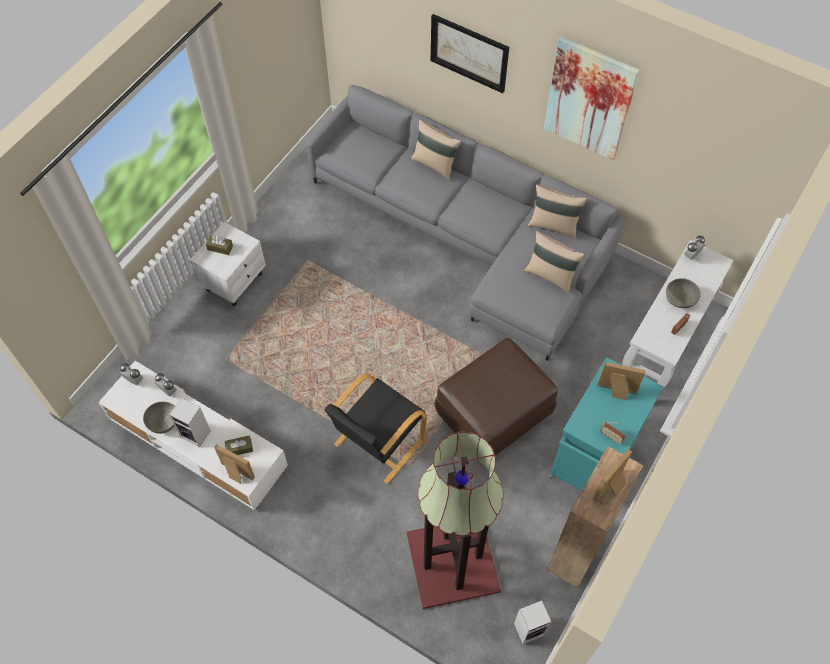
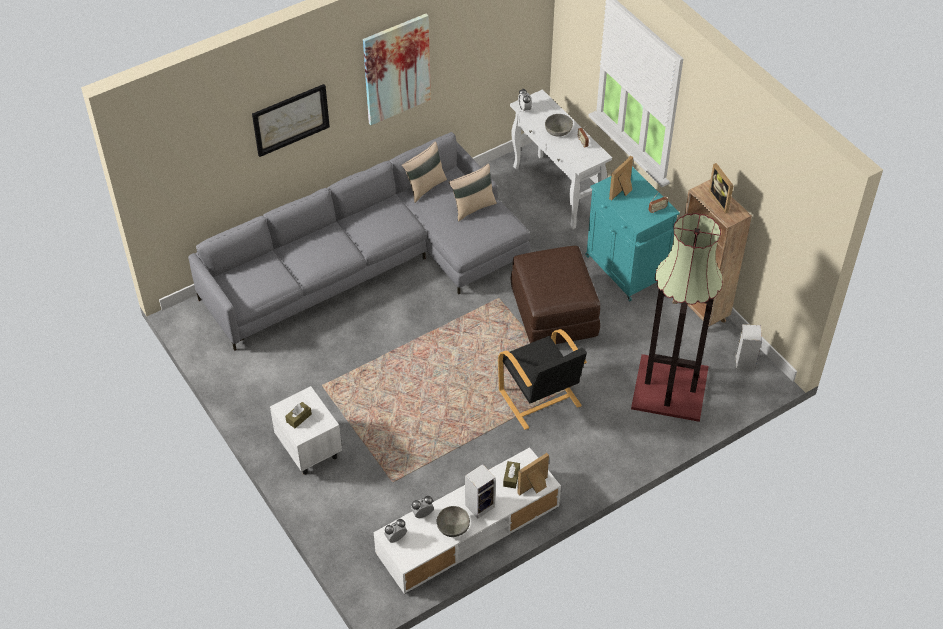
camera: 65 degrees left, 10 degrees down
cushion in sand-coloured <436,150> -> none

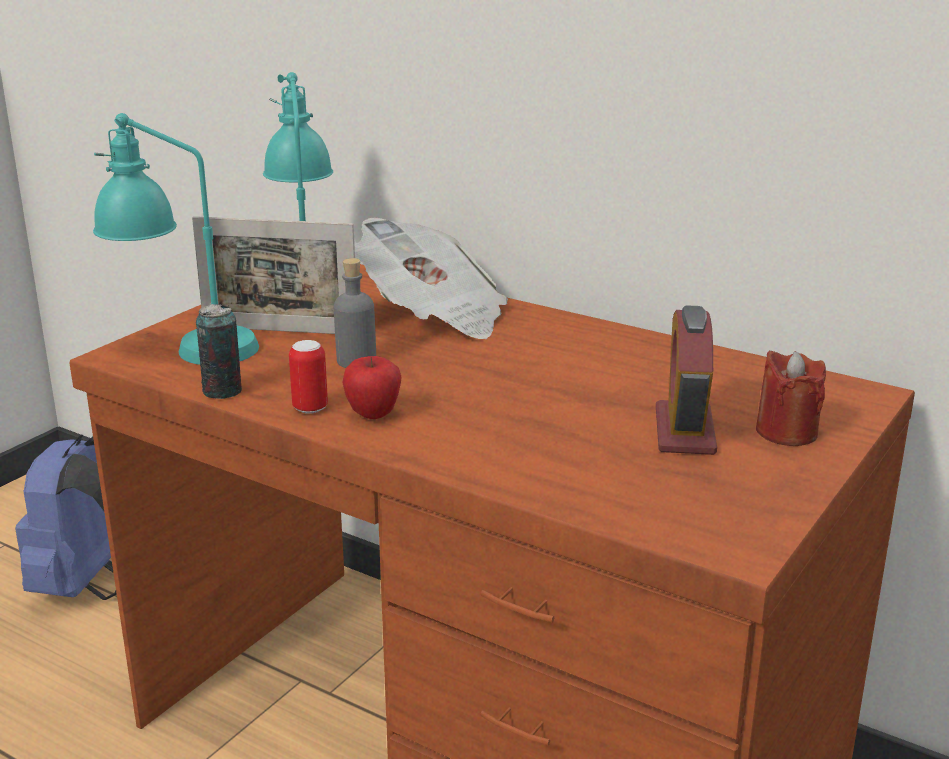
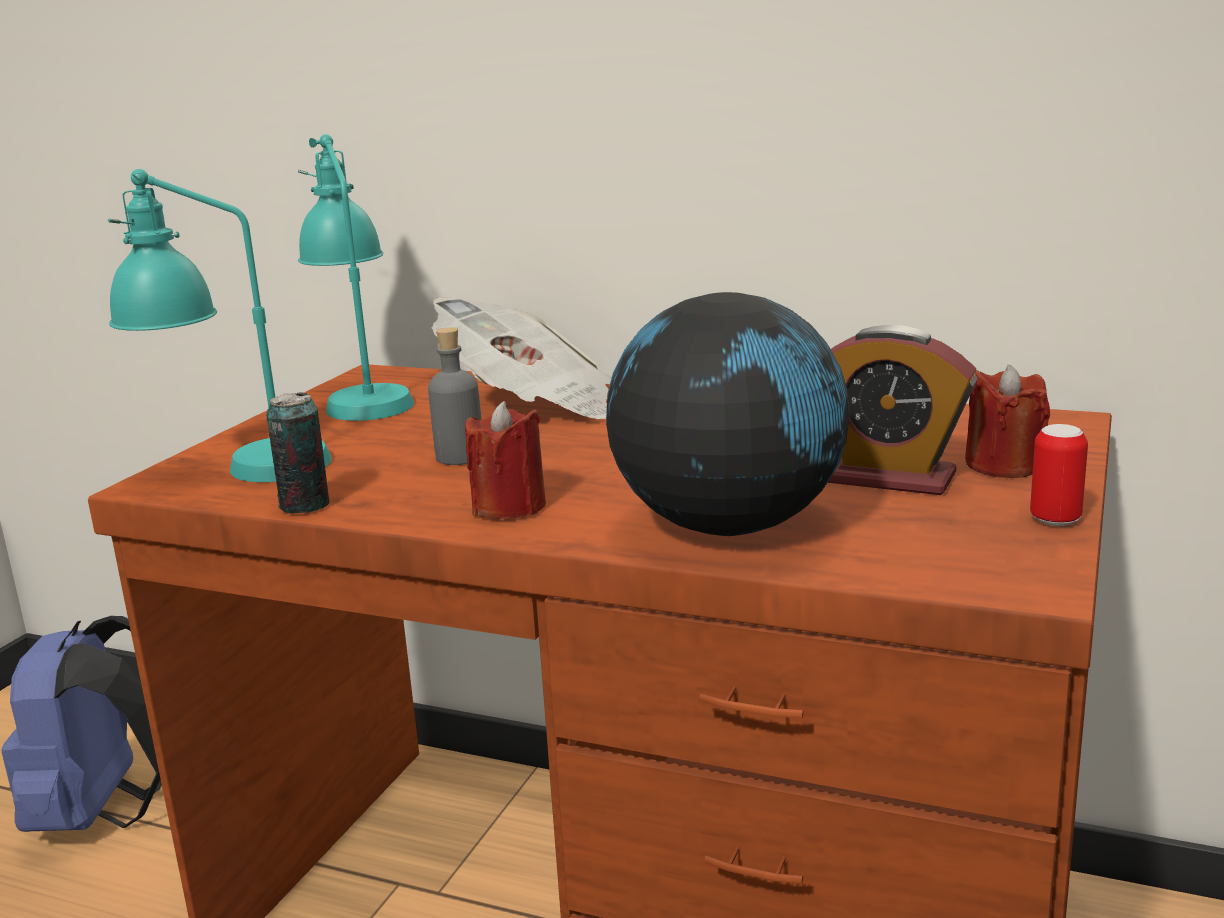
camera: 10 degrees left, 5 degrees down
standing frame <273,275> -> none
none -> desk globe <728,414>
can <308,377> -> can <1059,475>, shifted
whole apple <371,387> -> wax light in red-coloured <505,460>
table clock <686,380> -> table clock <902,410>, 60 degrees counterclockwise

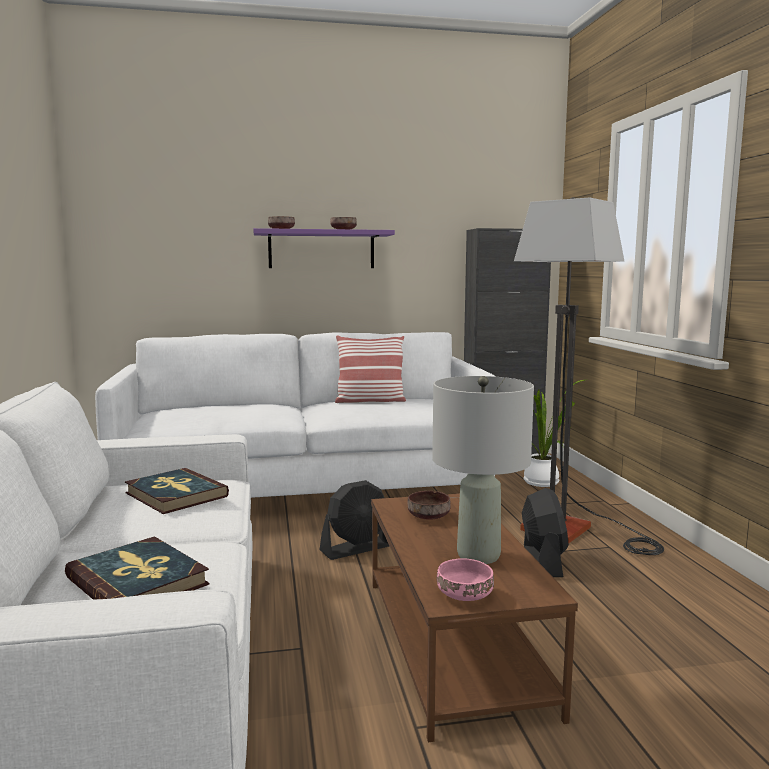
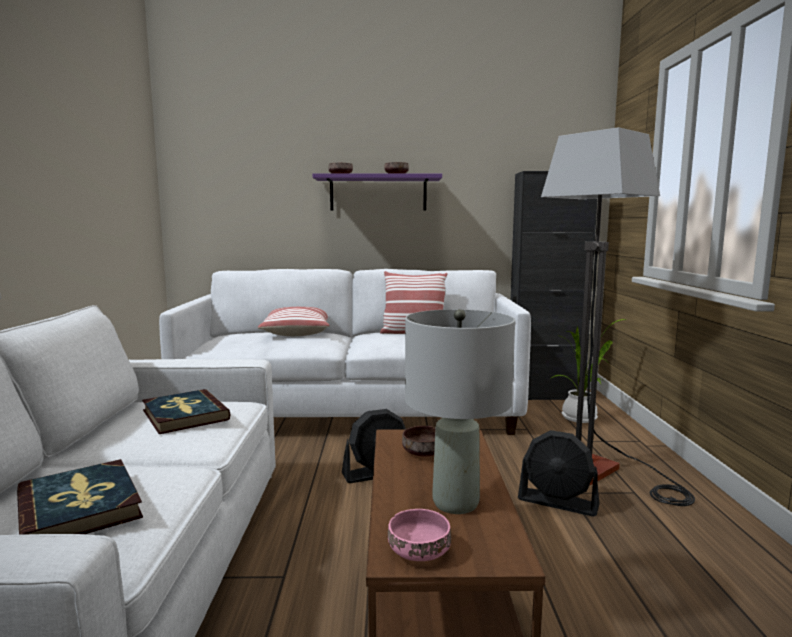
camera: 10 degrees right, 0 degrees up
none -> cushion <294,321>
fan in blackish <545,532> -> fan in blackish <559,473>, 105 degrees clockwise

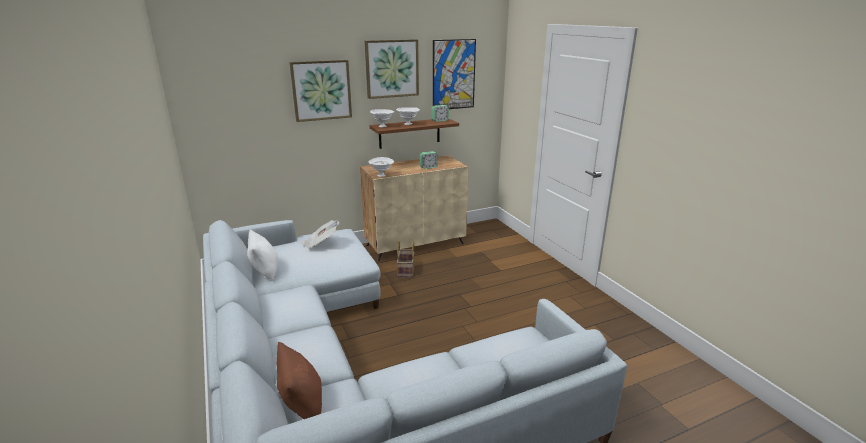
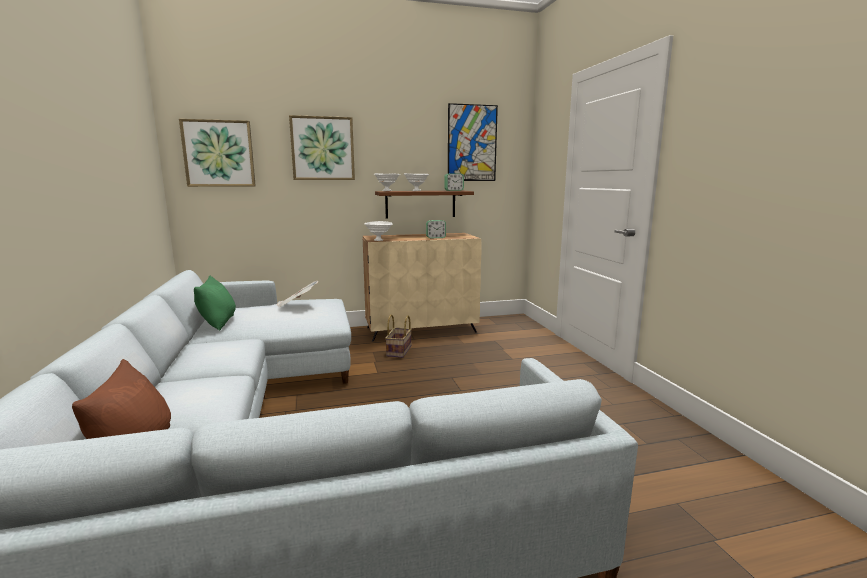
camera: 10 degrees right, 10 degrees down
wall picture <392,69> -> wall picture <217,153>, shifted
cushion in white-coloured <262,254> -> cushion in green <215,303>

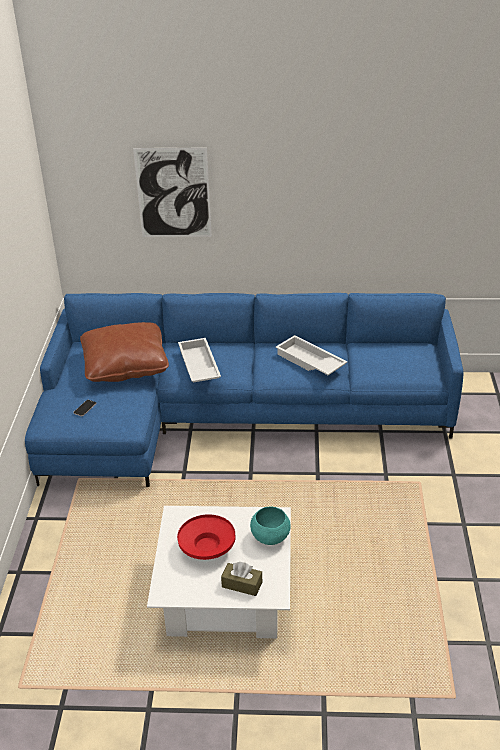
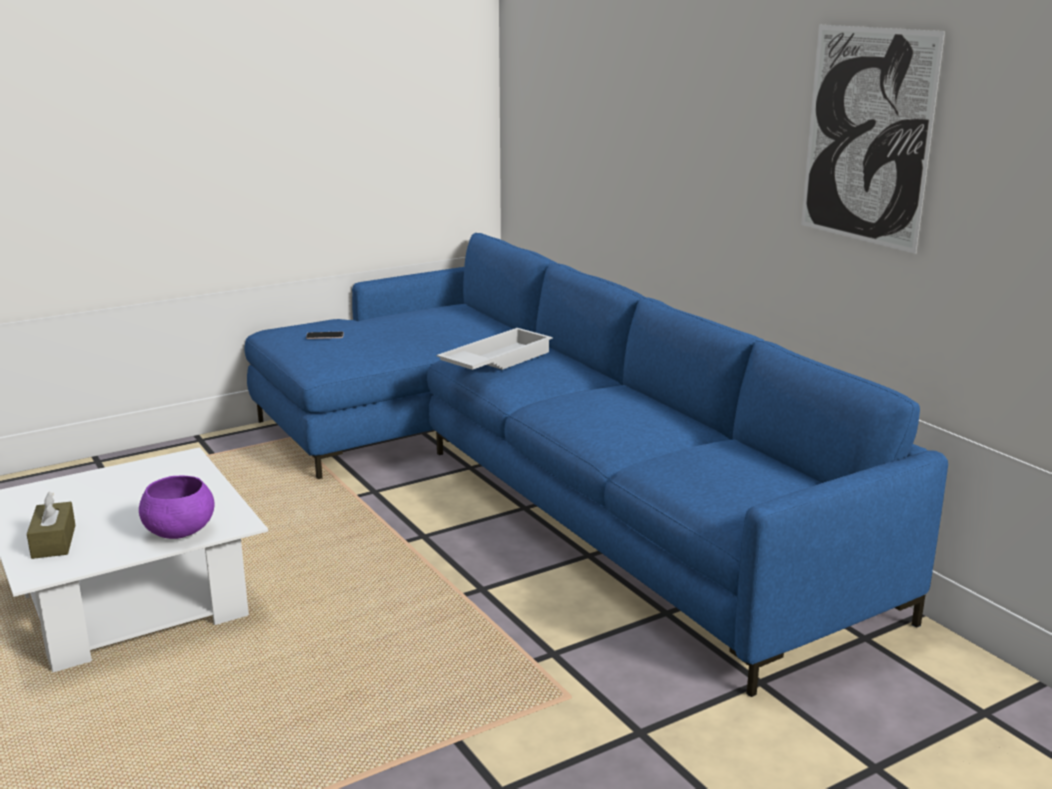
camera: 55 degrees right, 15 degrees down
cushion in brown-coloured <124,352> -> none
serving bowl in red-coloured <206,537> -> none
serving tray in white-coloured <311,355> -> none
wall picture <172,192> -> wall picture <873,139>, shifted
serving bowl in blue-green <270,526> -> serving bowl in purple-coloured <177,507>

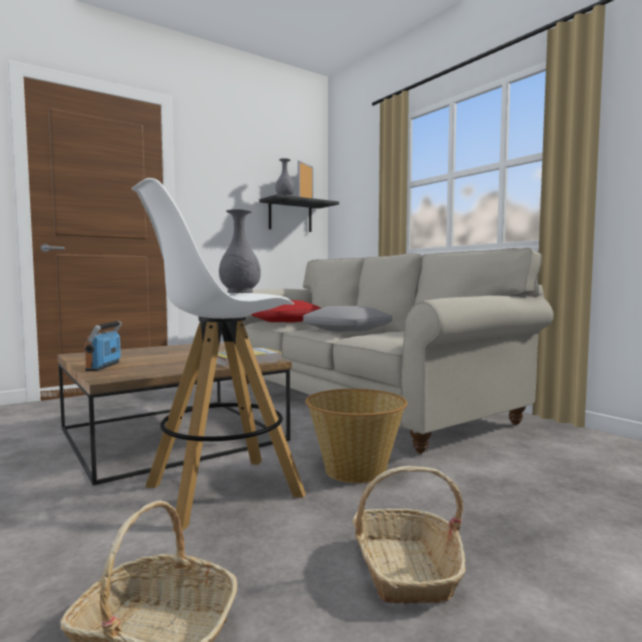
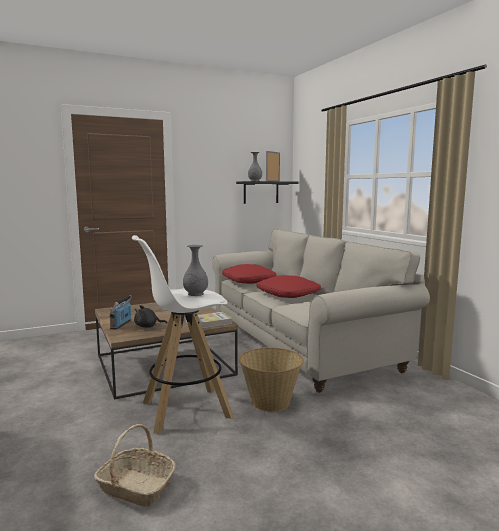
camera: 10 degrees right, 5 degrees up
storage basket <409,535> -> none
none -> plush toy in blackish <150,316>
cushion in grey <347,319> -> cushion in red-coloured <289,286>

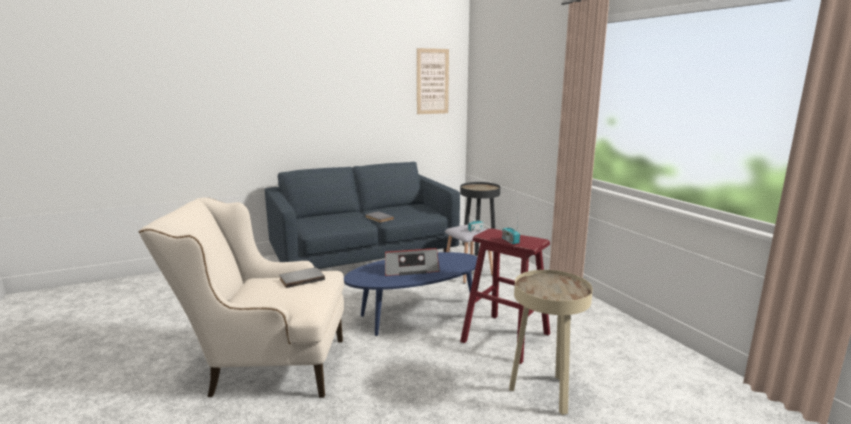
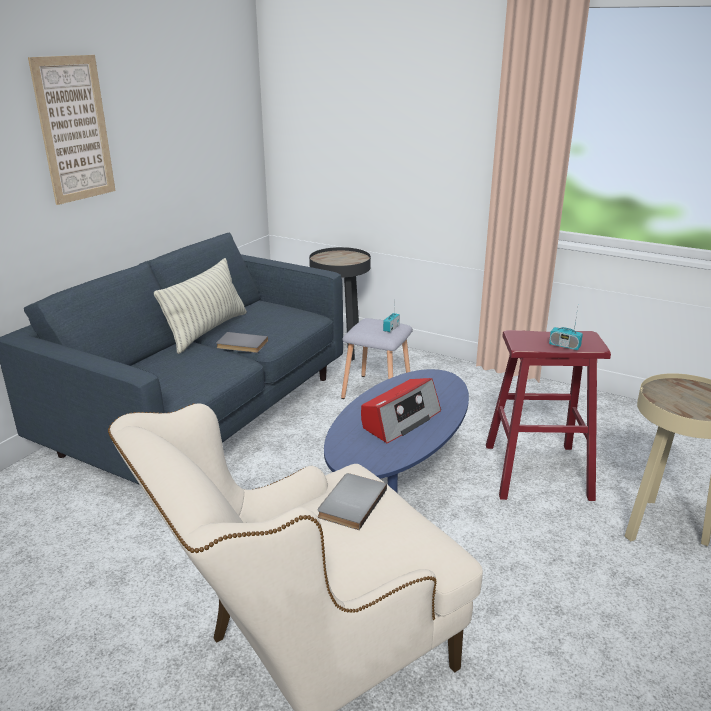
camera: 35 degrees left, 10 degrees up
none -> cushion <200,306>
wall picture <433,81> -> wall picture <72,130>, shifted

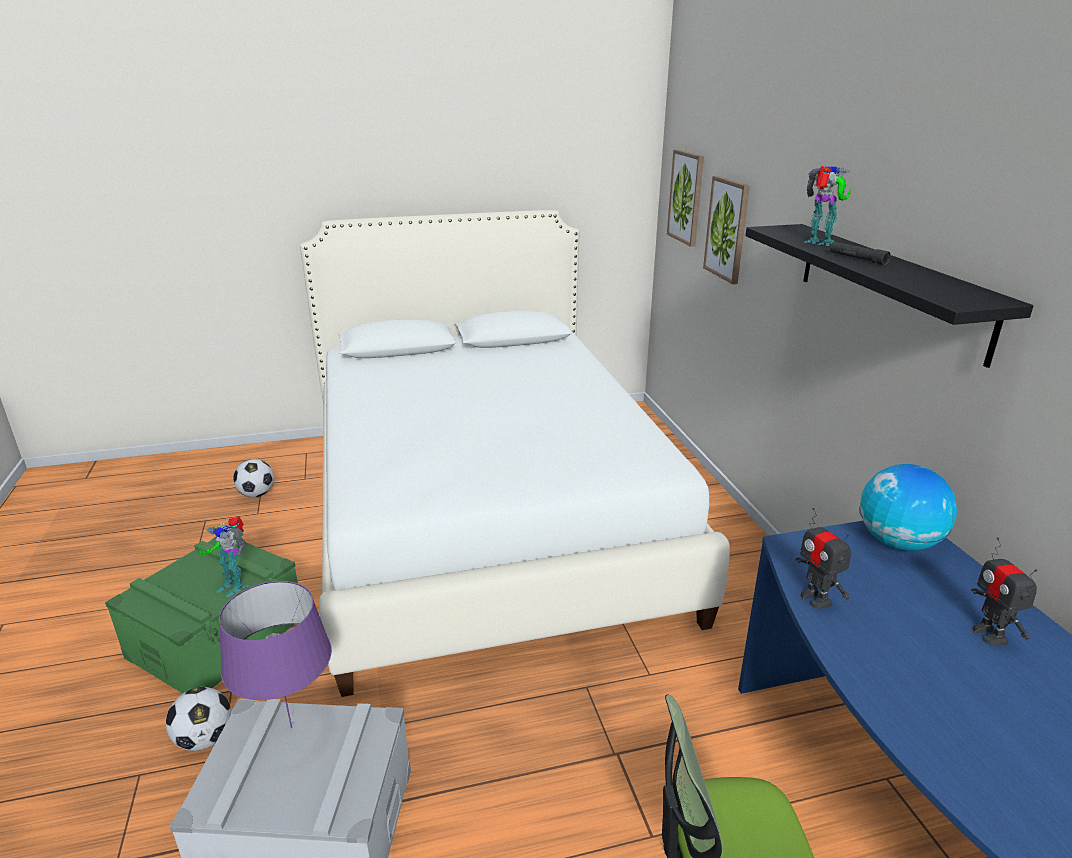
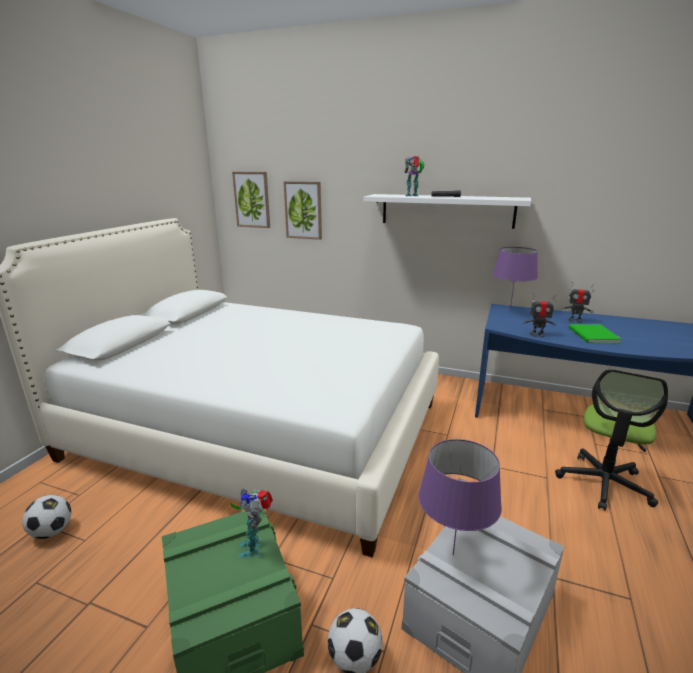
camera: 55 degrees left, 5 degrees down
none -> volume in green <595,333>
desk globe <908,507> -> table lamp in purple-coloured <515,279>
wall shelf in blackish <889,296> -> wall shelf in white-coloured <447,211>
model robot <224,556> -> model robot <252,523>, 105 degrees clockwise

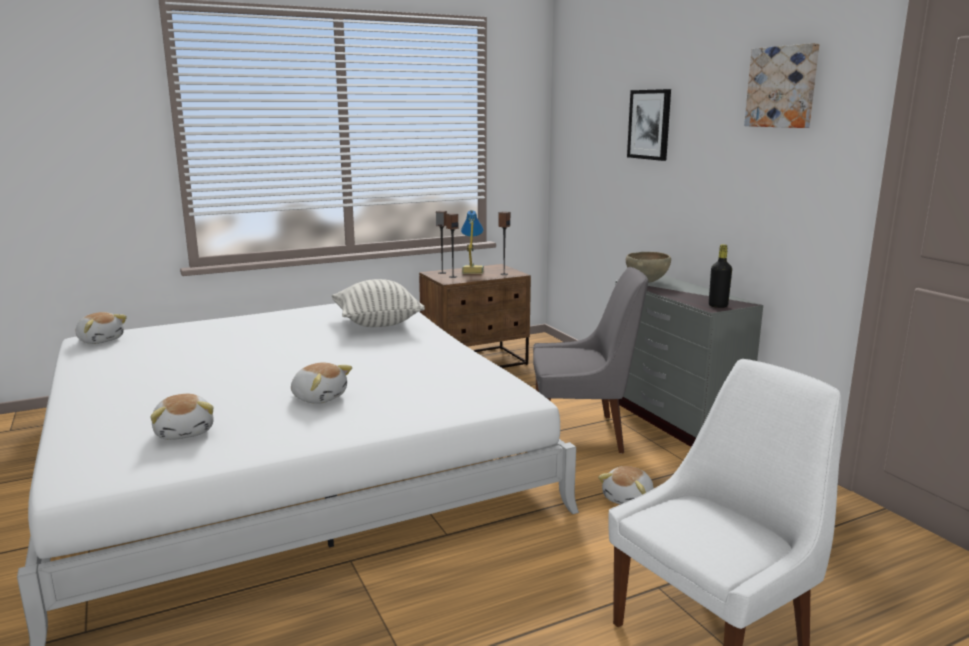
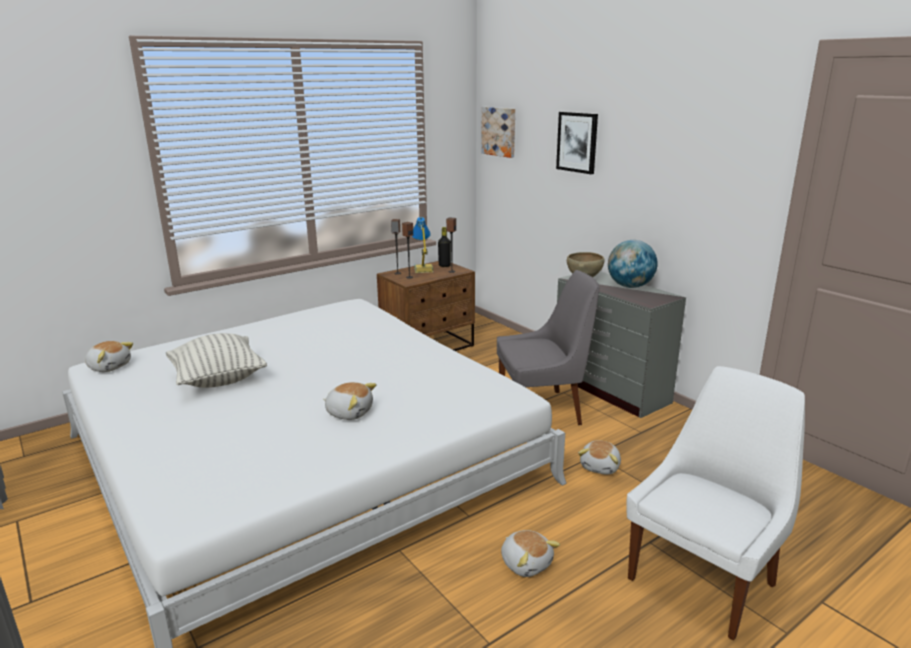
camera: 10 degrees left, 5 degrees up
none -> desk globe <633,264>
plush toy <182,417> -> plush toy <530,553>, shifted
cushion <378,303> -> cushion <216,360>, shifted
beverage bottle in blackish <720,276> -> beverage bottle in blackish <444,247>, shifted
wall picture <781,85> -> wall picture <498,132>, shifted

